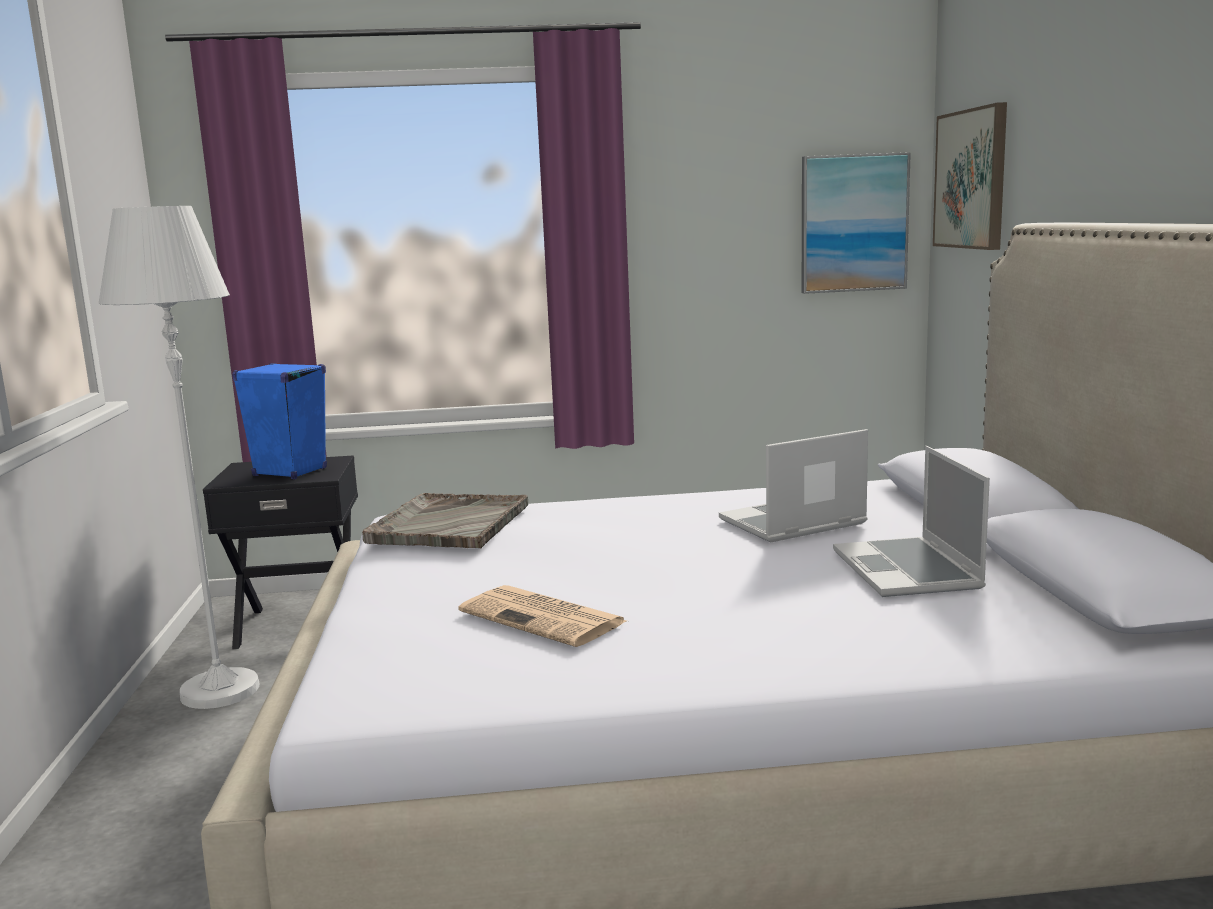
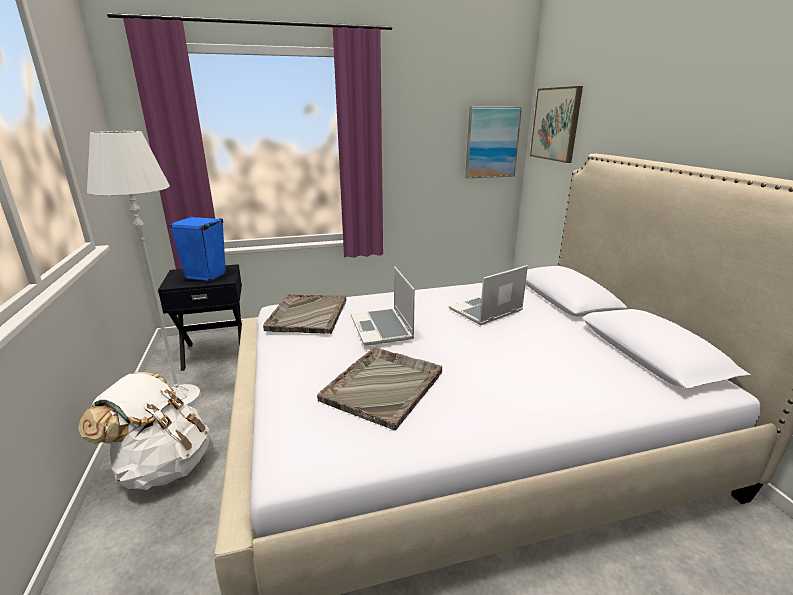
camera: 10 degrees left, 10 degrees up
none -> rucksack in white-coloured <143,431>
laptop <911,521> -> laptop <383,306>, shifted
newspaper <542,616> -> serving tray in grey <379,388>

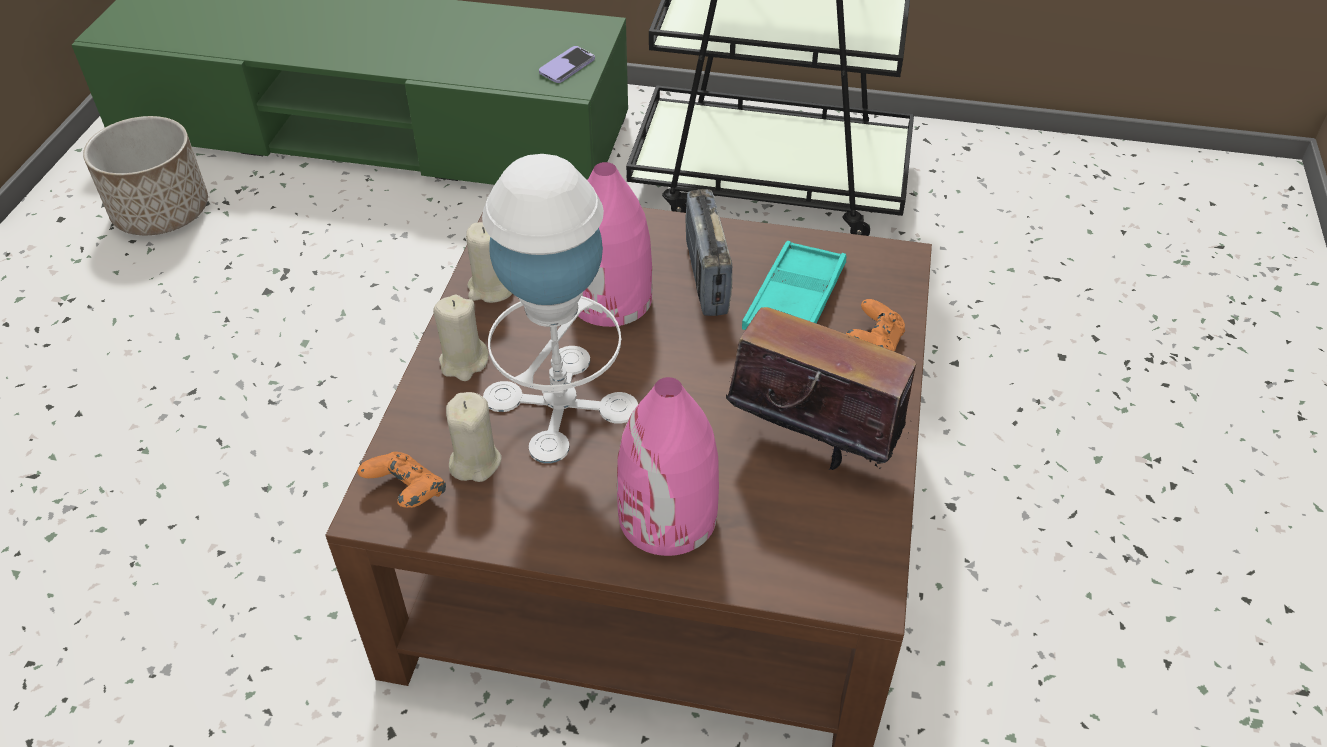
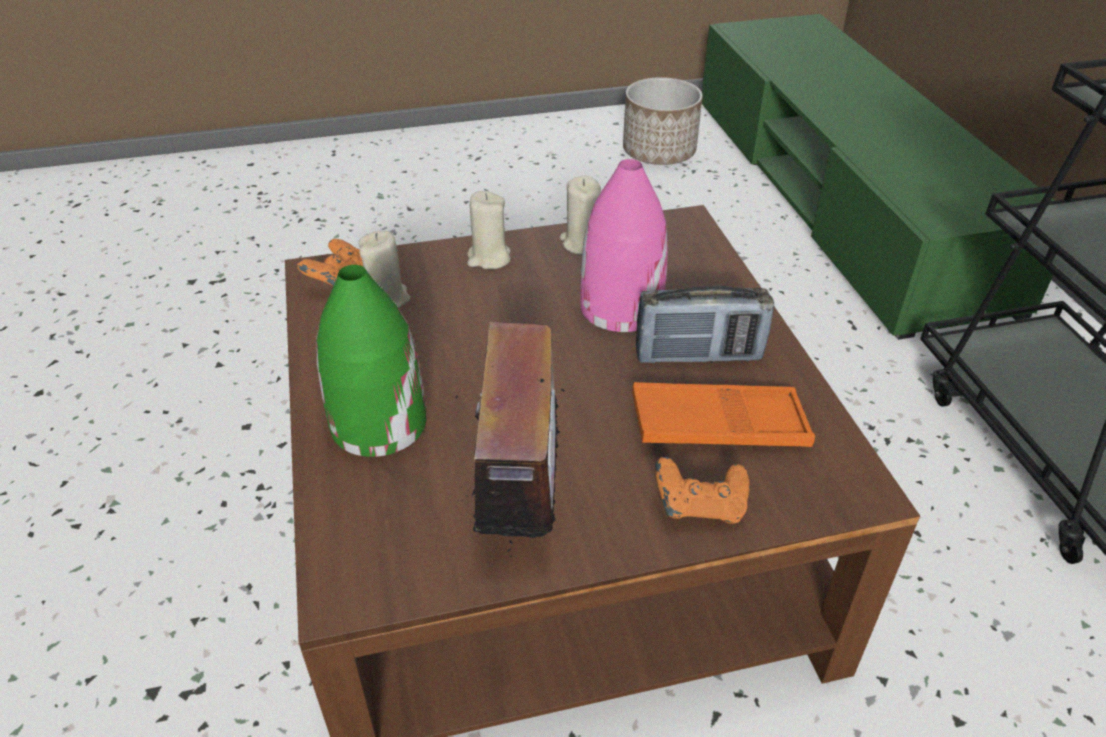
camera: 65 degrees right, 5 degrees down
table lamp in white-coloured <560,309> -> none
handset <567,64> -> none
vase in pinkish <668,466> -> vase in green <371,361>
serving tray in blue-green <794,285> -> serving tray in orange-coloured <723,414>
radio set <709,252> -> radio set <705,324>, 150 degrees counterclockwise

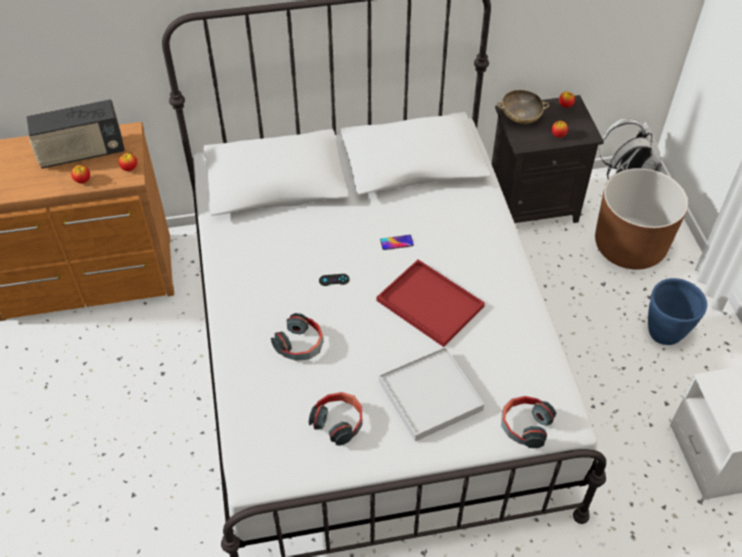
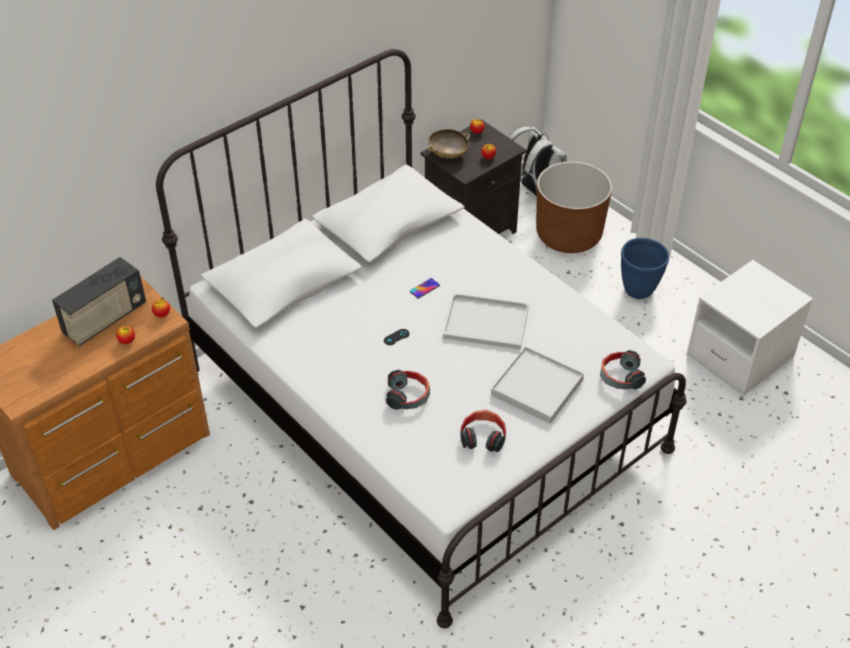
camera: 30 degrees left, 5 degrees down
serving tray in red-coloured <431,303> -> serving tray in white-coloured <486,321>

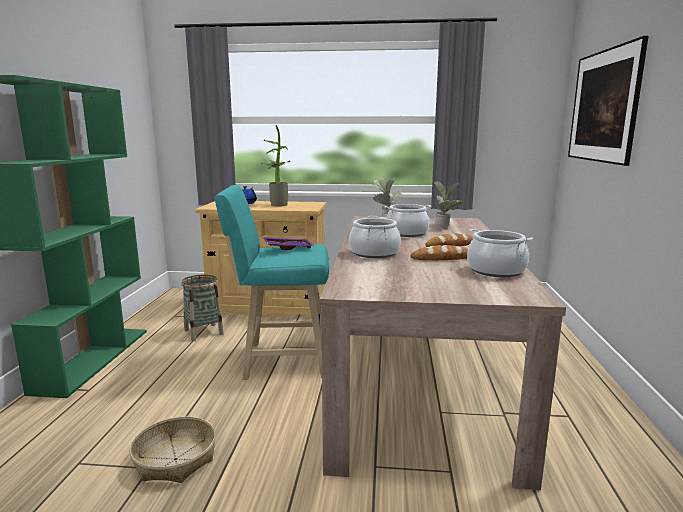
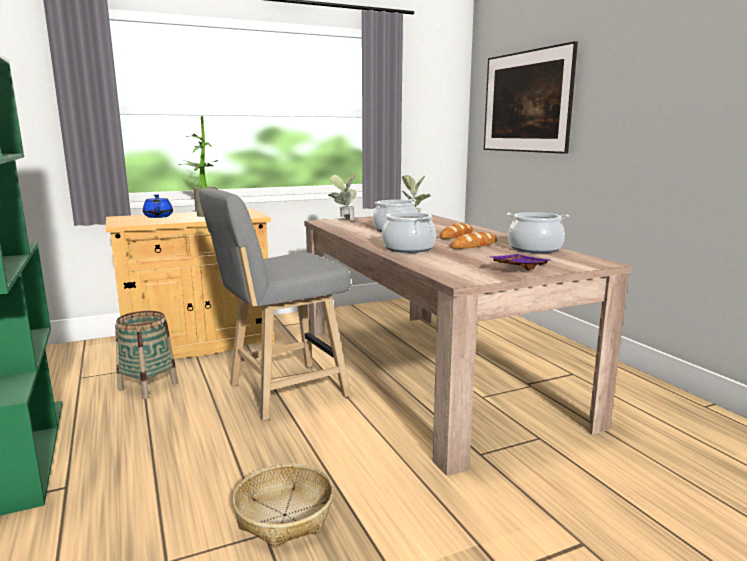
camera: 30 degrees left, 0 degrees up
serving tray in purple-coloured <288,243> -> serving tray in purple-coloured <518,262>, shifted
stool seat in blue-green <272,282> -> stool seat in grey <275,304>

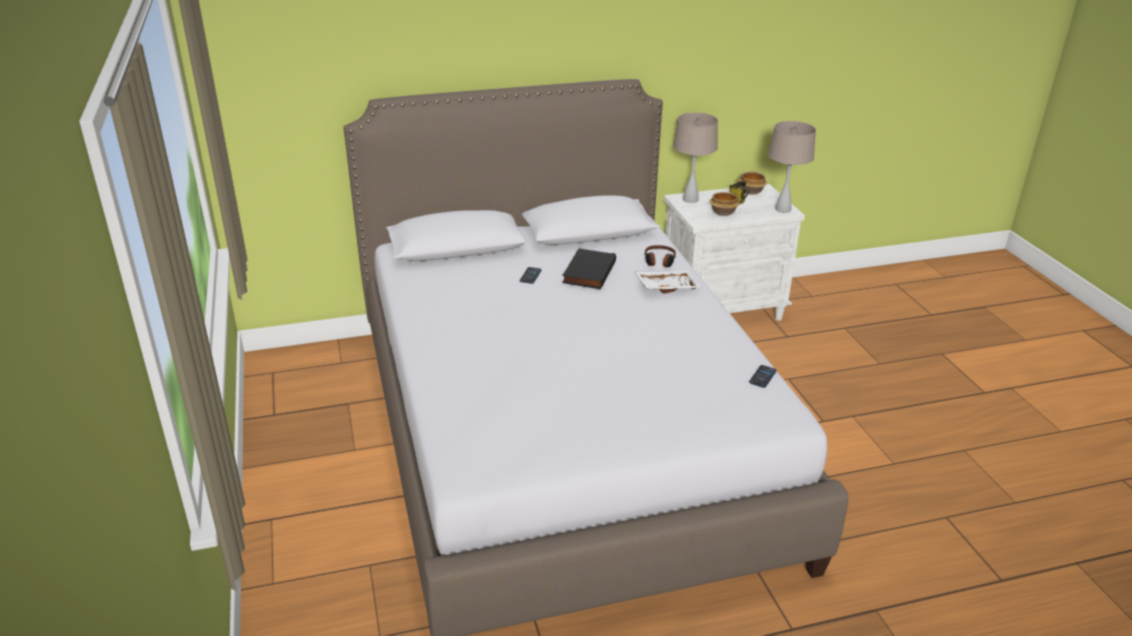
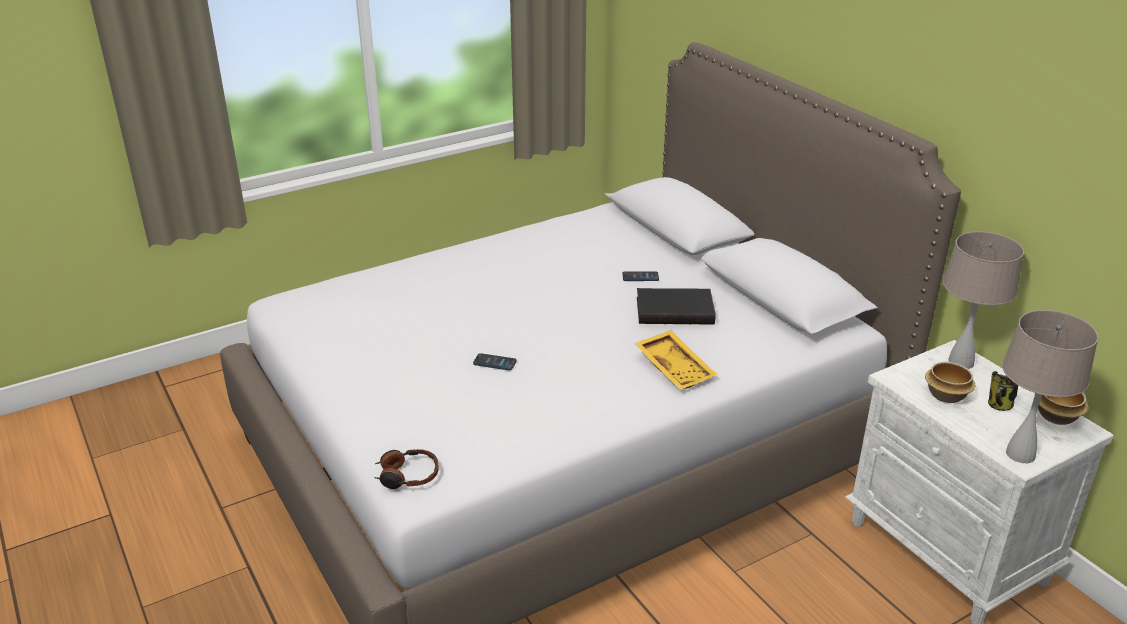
camera: 75 degrees right, 0 degrees up
headset <660,256> -> headset <406,469>, shifted
handset <763,376> -> handset <494,361>, shifted
serving tray in white-coloured <668,282> -> serving tray in yellow <676,360>

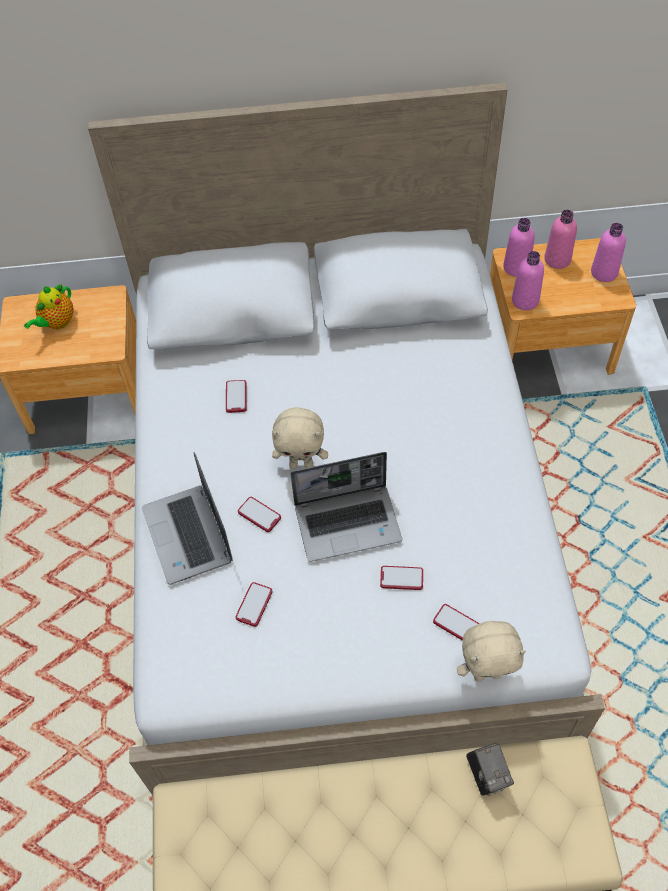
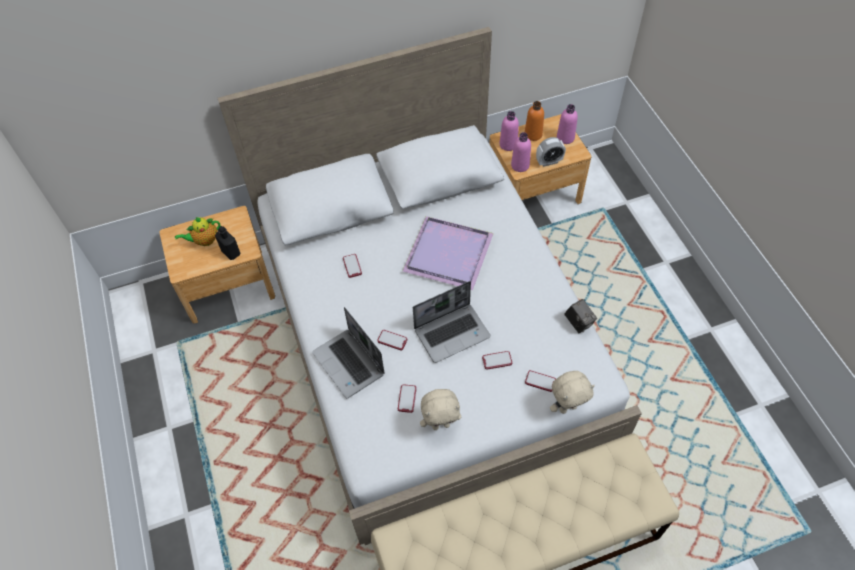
camera: 15 degrees left, 0 degrees up
none -> beverage bottle in blackish <227,243>
none -> serving tray in purple-coloured <448,253>
none -> table clock <551,152>
plush toy in sand-coloured <300,438> -> plush toy in sand-coloured <440,409>, shifted
photo camera <490,769> -> photo camera <580,316>, shifted
beverage bottle in pinkish <560,239> -> beverage bottle in orange-coloured <534,121>
tea pot <49,306> -> tea pot <198,231>, 45 degrees clockwise

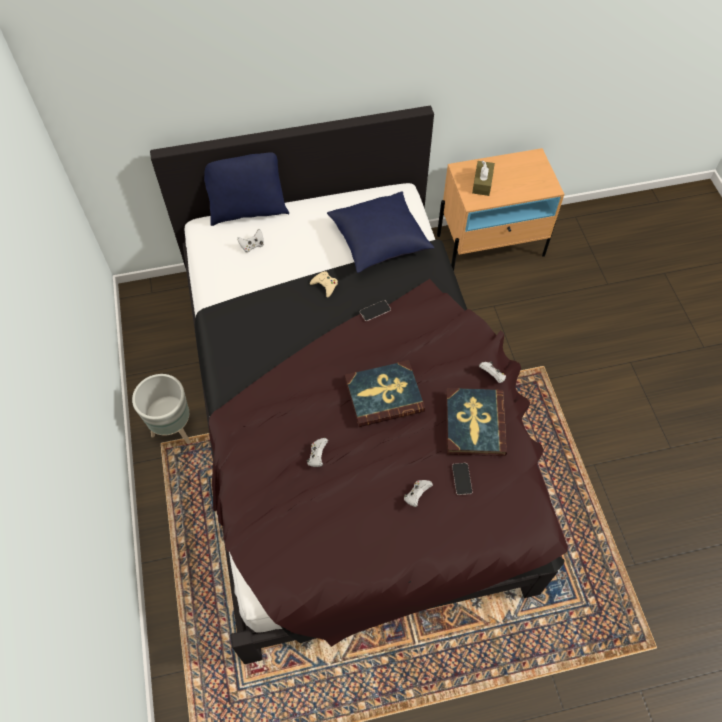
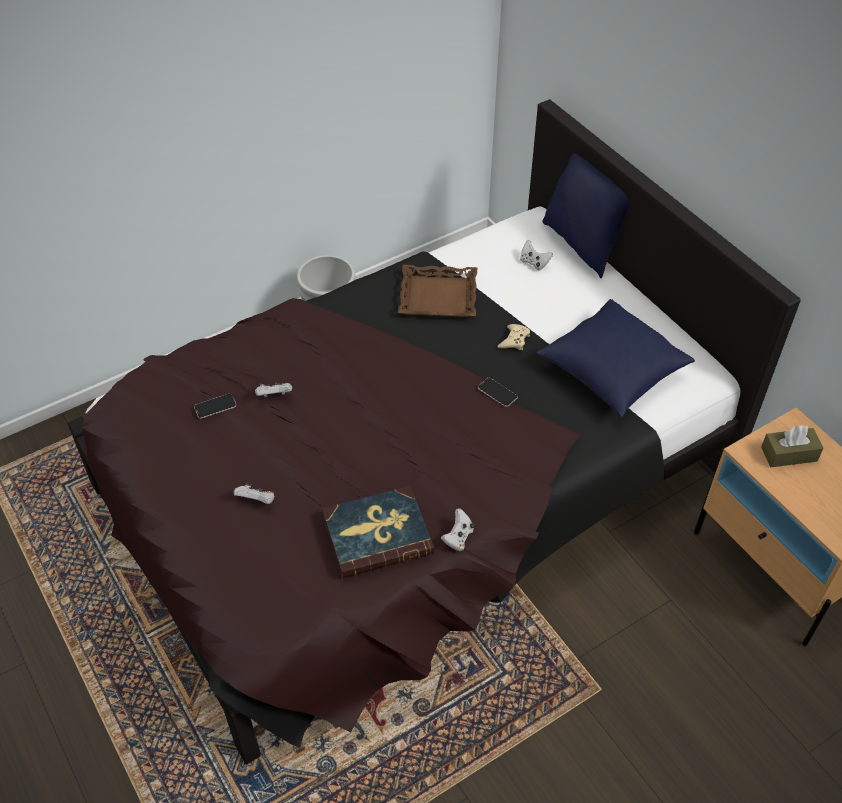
camera: 70 degrees right, 10 degrees down
volume <385,393> -> none
none -> serving tray in brown-coloured <437,291>
handset <462,479> -> handset <215,406>, shifted

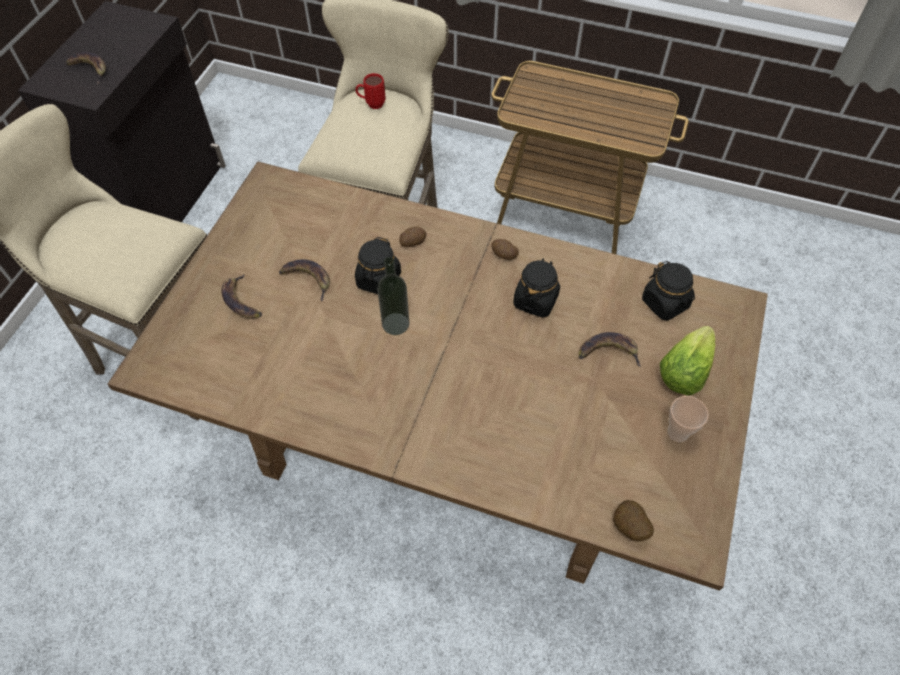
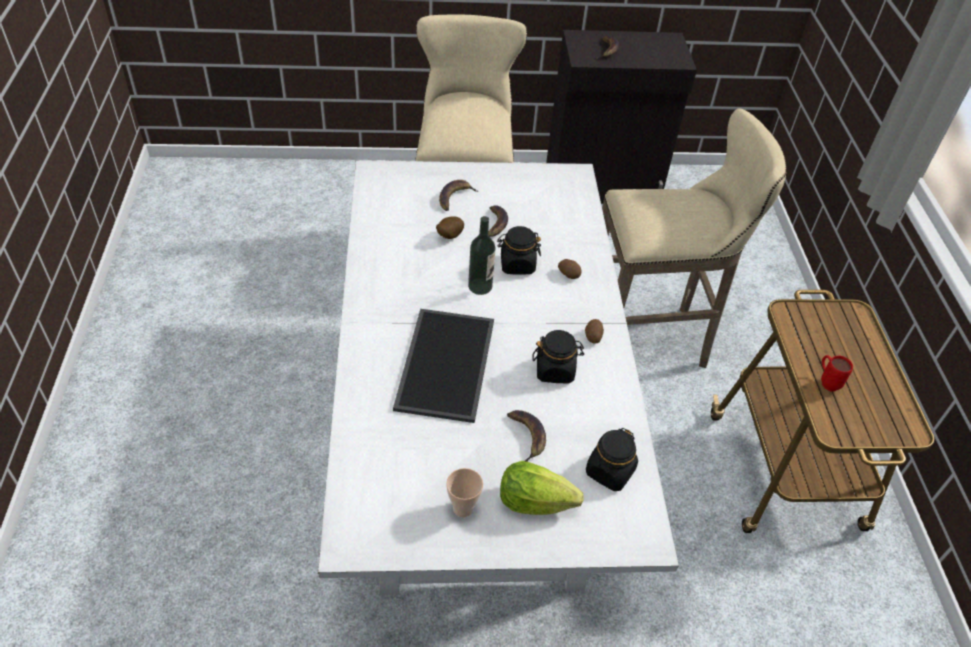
camera: 65 degrees right, 10 degrees down
none -> serving tray <443,366>
coffee mug in red-coloured <370,91> -> coffee mug in red-coloured <837,373>, shifted
potato <633,521> -> potato <450,227>, shifted
dining table in brown-coloured <437,376> -> dining table in white-coloured <498,377>

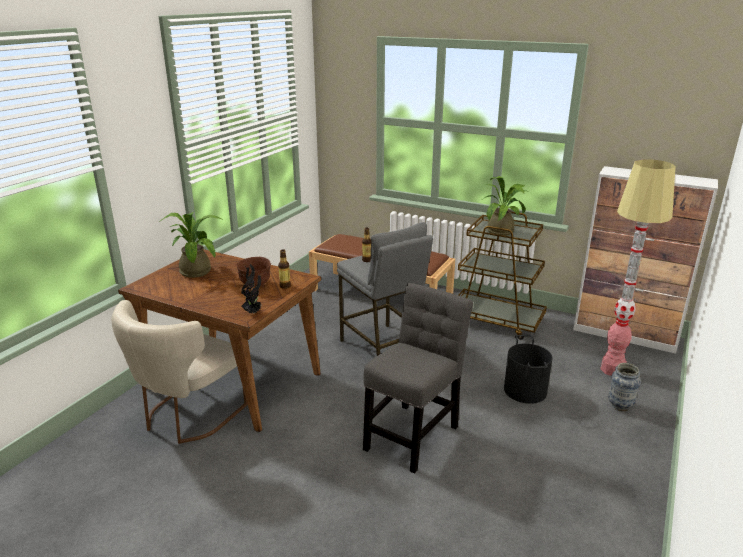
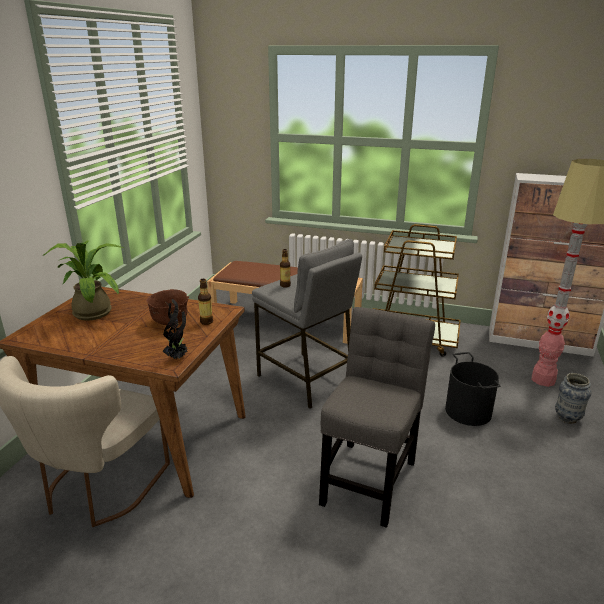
camera: 10 degrees left, 0 degrees up
plant in a pot <504,206> -> none

